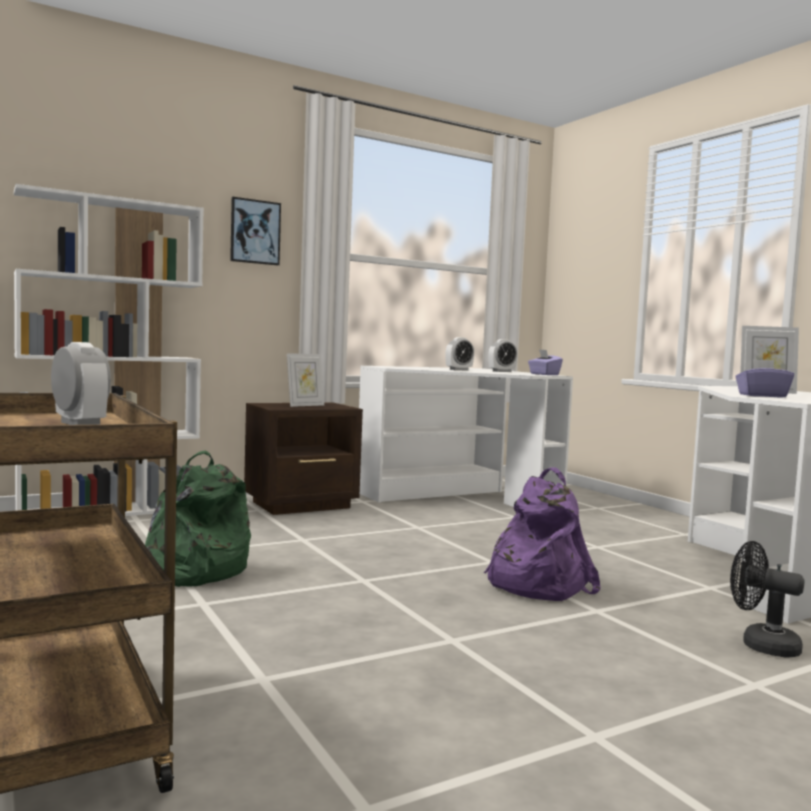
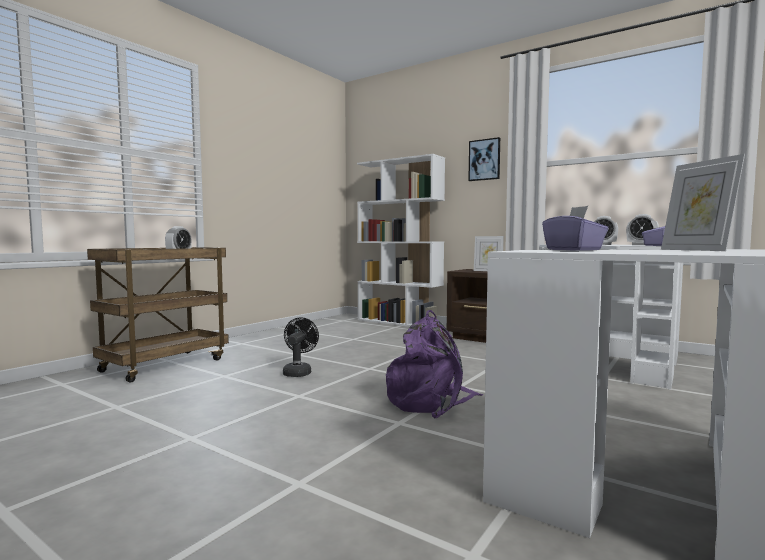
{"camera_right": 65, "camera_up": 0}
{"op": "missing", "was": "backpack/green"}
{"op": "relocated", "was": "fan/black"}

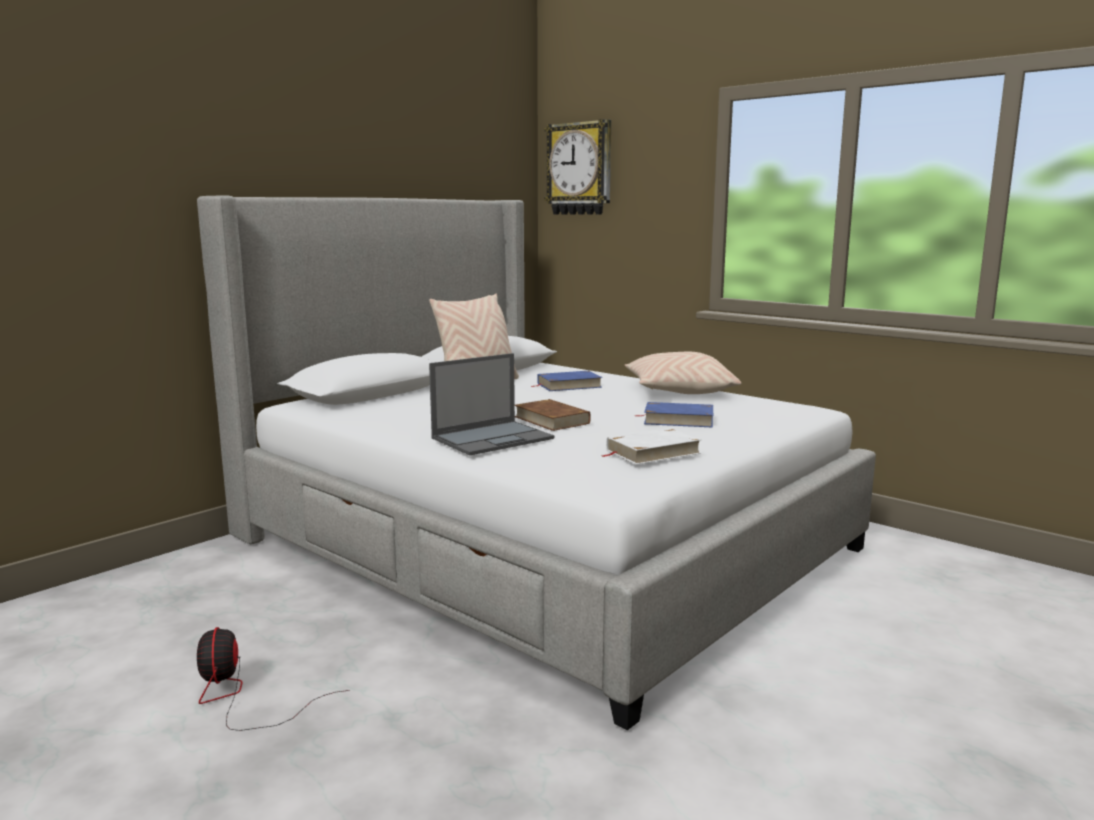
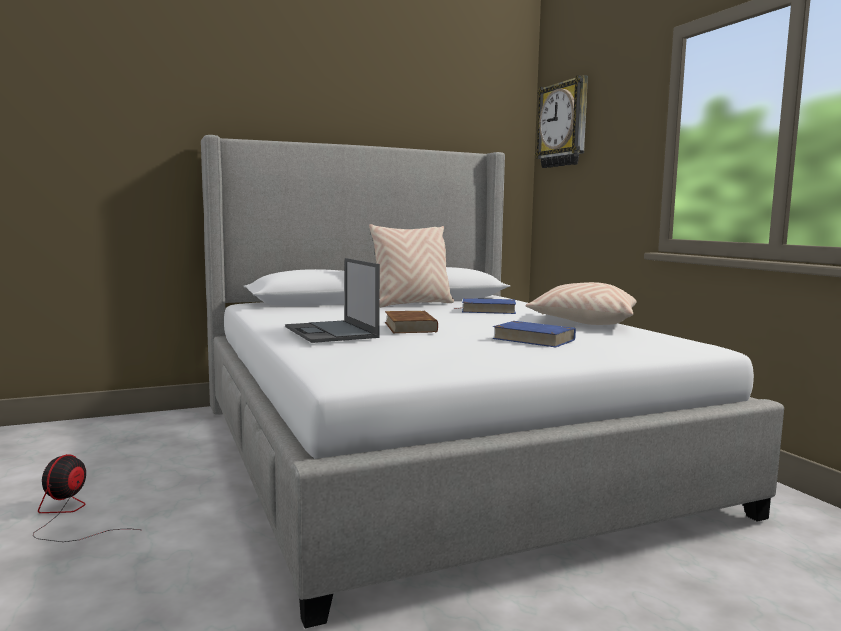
{"camera_right": 25, "camera_up": -5}
{"op": "spun", "was": "laptop", "clockwise": 75}
{"op": "missing", "was": "book/white"}

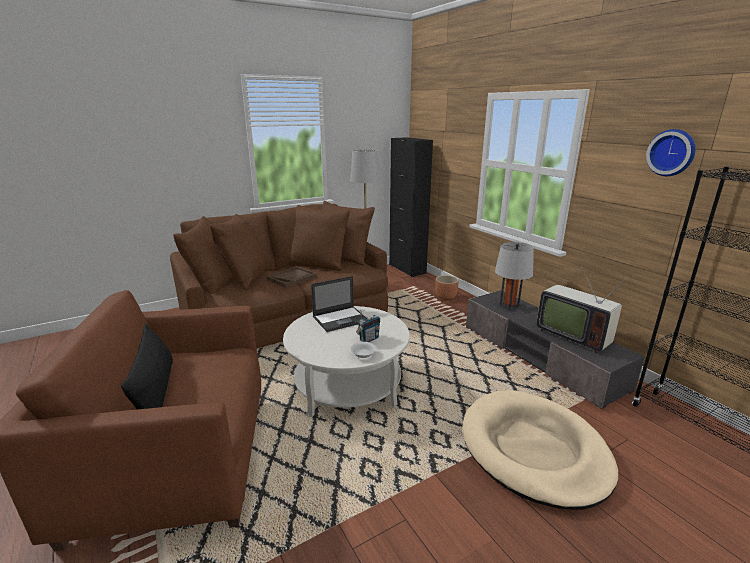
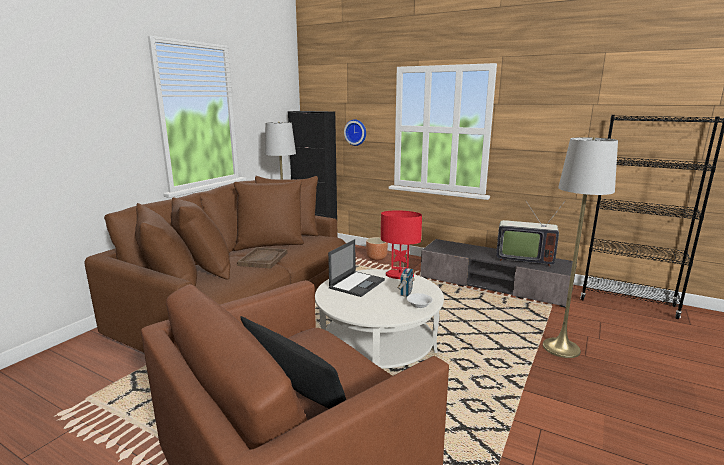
{"camera_right": -30, "camera_up": -5}
{"op": "exchanged", "was": "dog bed/beige", "now": "floor lamp/grey (no. 2 from left)"}
{"op": "missing", "was": "table lamp/grey"}
{"op": "relocated", "was": "wall clock"}
{"op": "appeared", "now": "table lamp/red"}

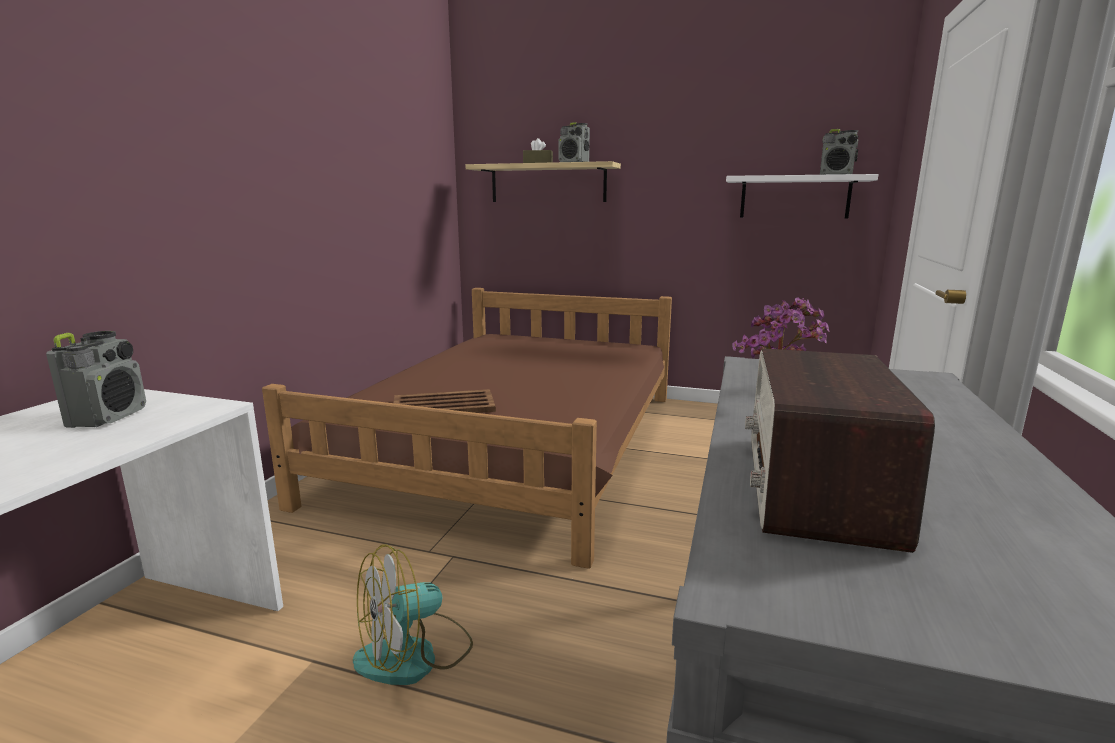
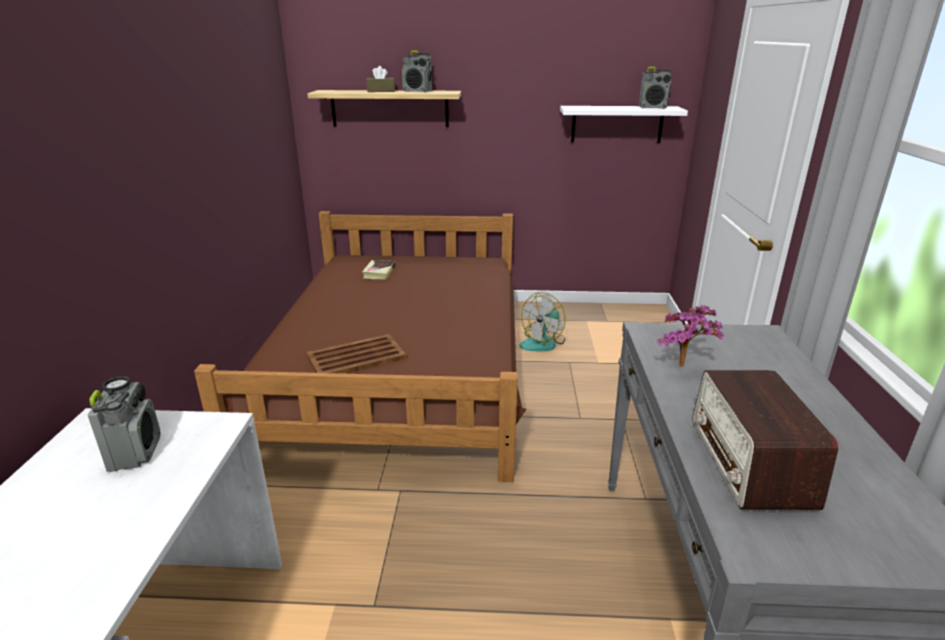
{"camera_right": -15, "camera_up": 10}
{"op": "relocated", "was": "fan"}
{"op": "appeared", "now": "book"}

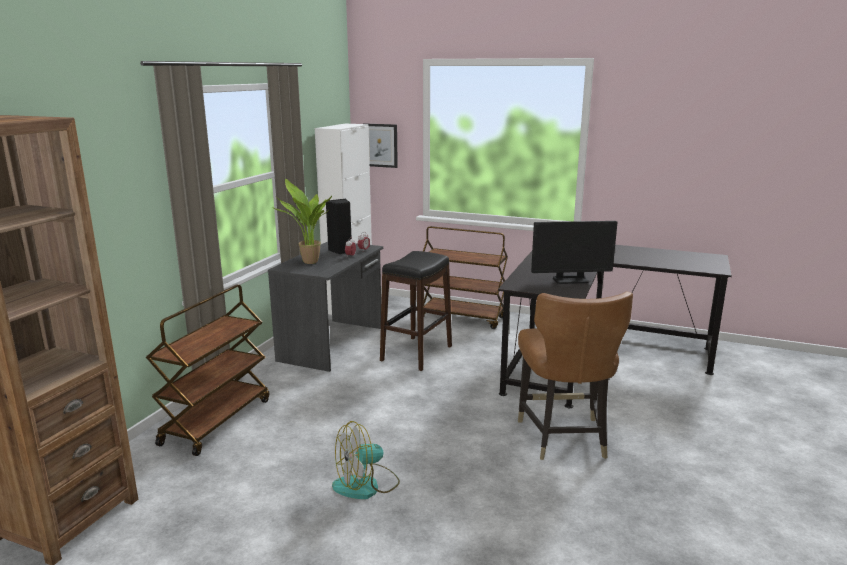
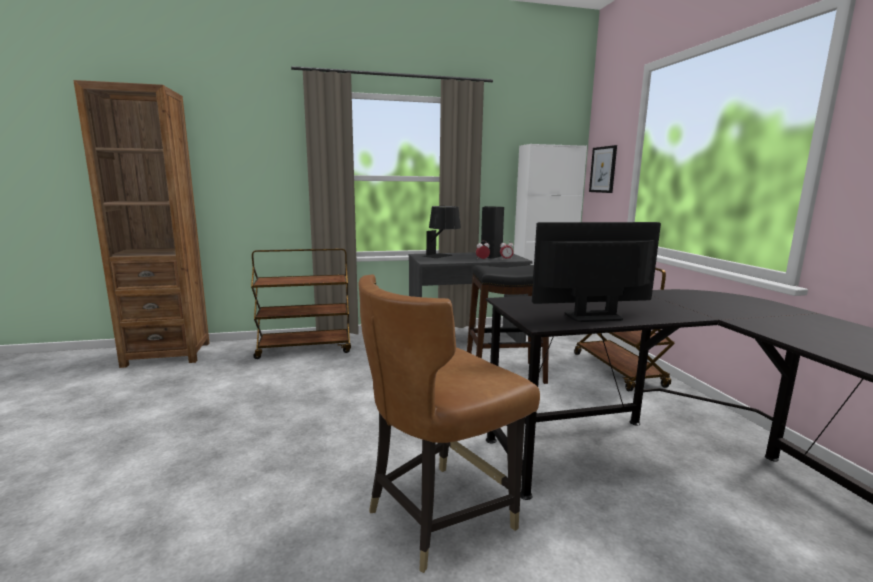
{"camera_right": 55, "camera_up": -5}
{"op": "exchanged", "was": "potted plant", "now": "table lamp/black"}
{"op": "missing", "was": "fan"}
{"op": "spun", "was": "monitor", "clockwise": 120}

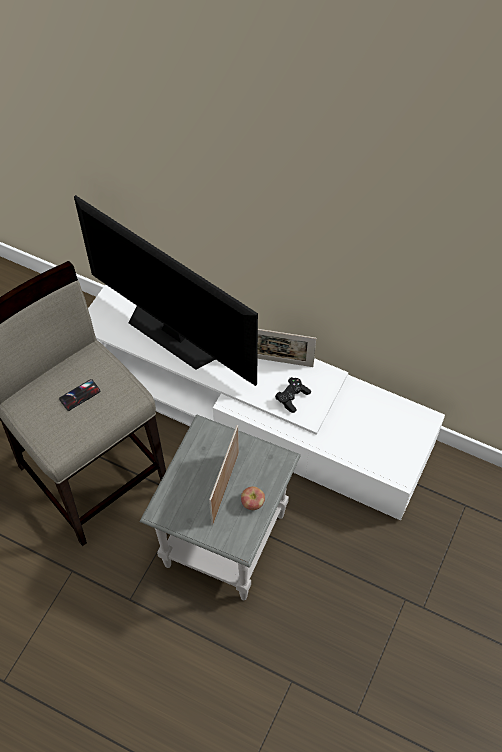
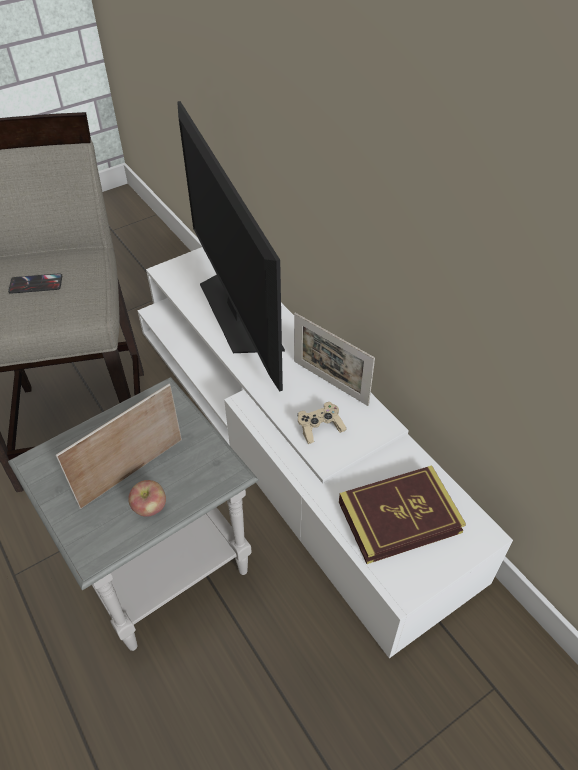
{"camera_right": 30, "camera_up": -10}
{"op": "colour", "was": "game controller/black", "now": "game controller/beige"}
{"op": "appeared", "now": "book"}

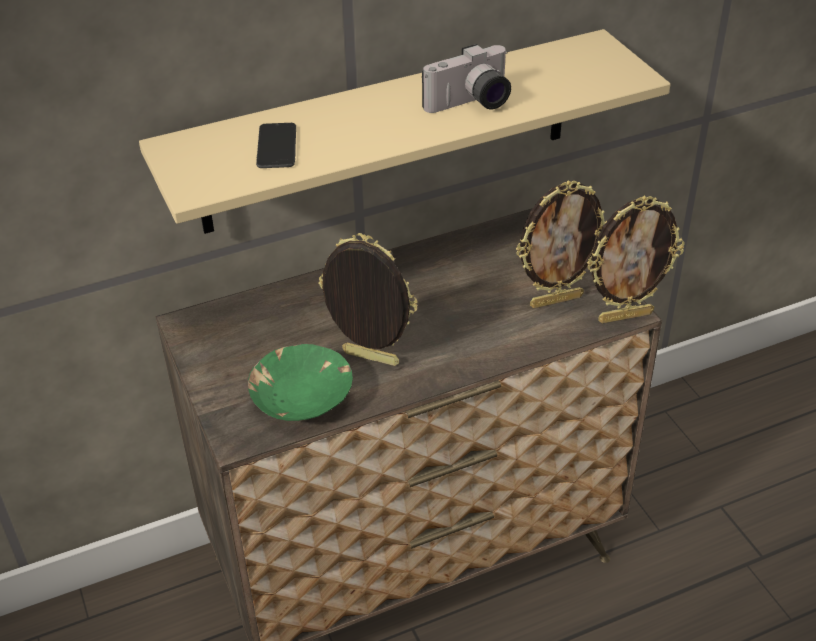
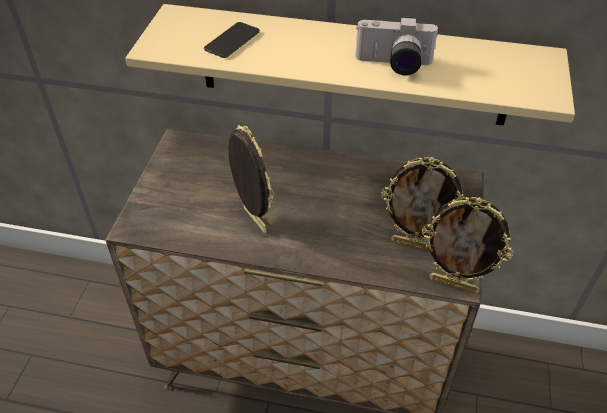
{"camera_right": 35, "camera_up": 5}
{"op": "missing", "was": "bowl/green"}

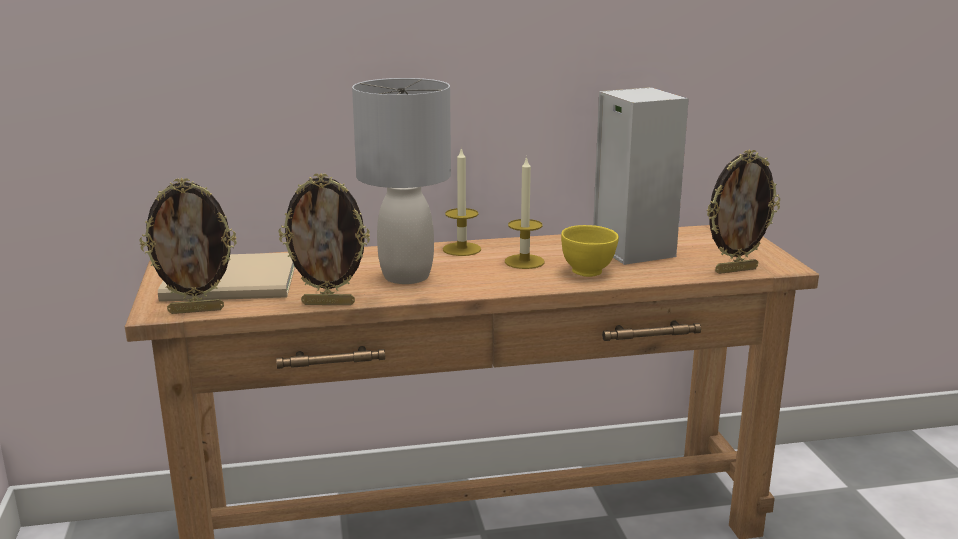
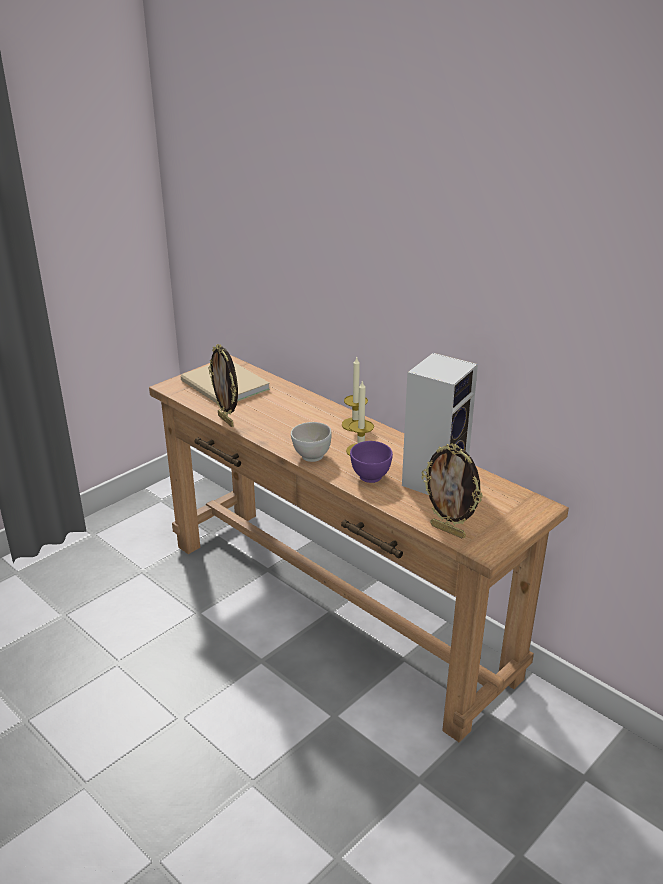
{"camera_right": 55, "camera_up": 10}
{"op": "missing", "was": "picture frame (no. 1 from left)"}
{"op": "missing", "was": "table lamp/grey"}
{"op": "colour", "was": "bowl/yellow", "now": "bowl/purple"}
{"op": "appeared", "now": "bowl/white"}

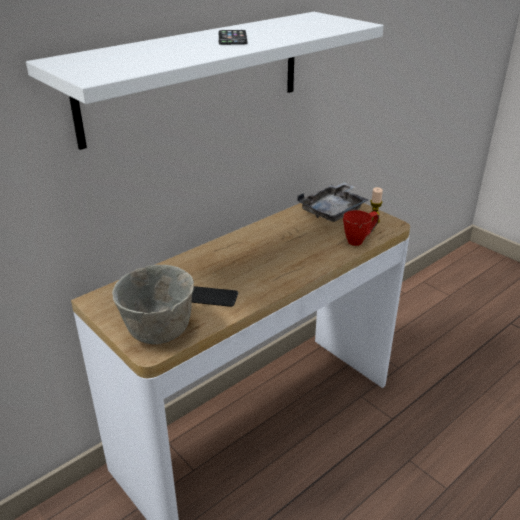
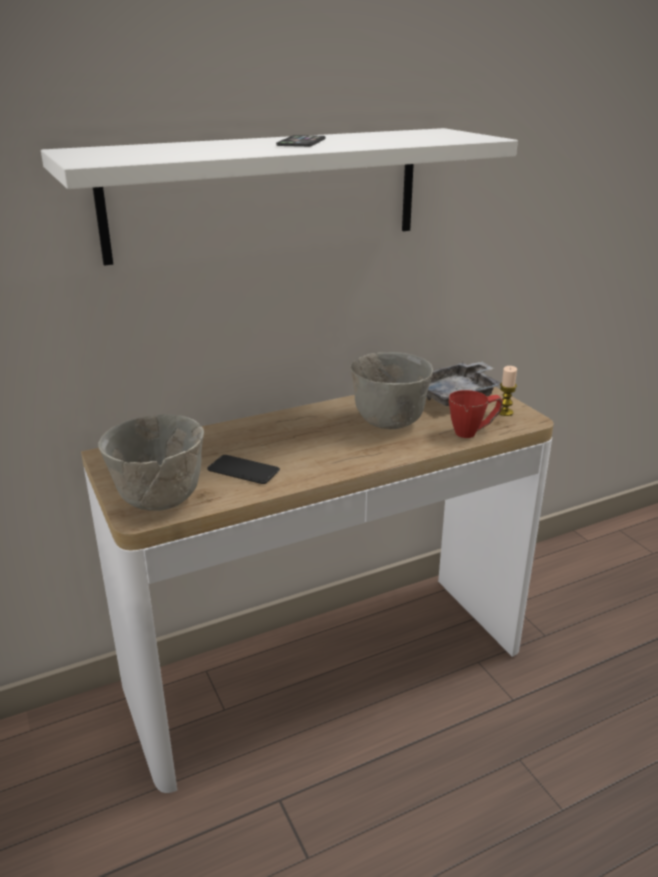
{"camera_right": 15, "camera_up": -5}
{"op": "appeared", "now": "bowl/grey (no. 2 from left)"}

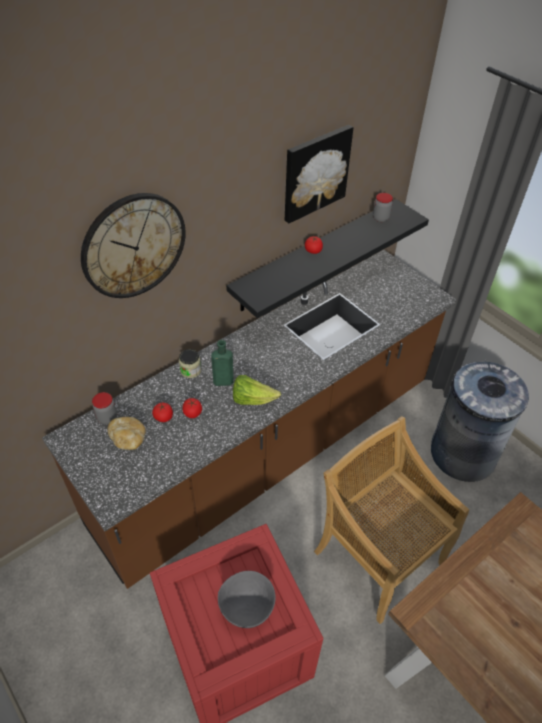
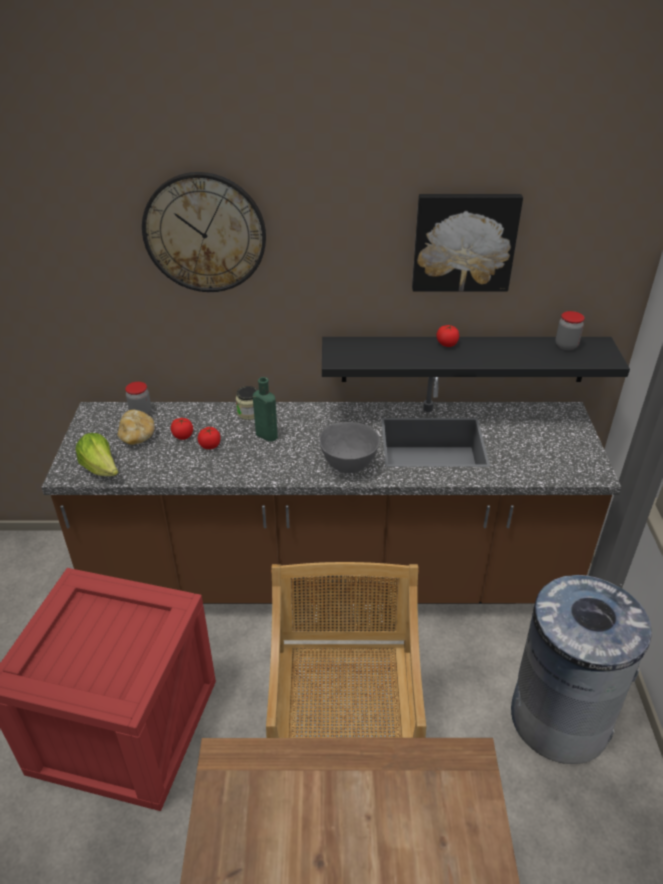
{"camera_right": 40, "camera_up": -10}
{"op": "relocated", "was": "bowl/grey"}
{"op": "relocated", "was": "lettuce"}

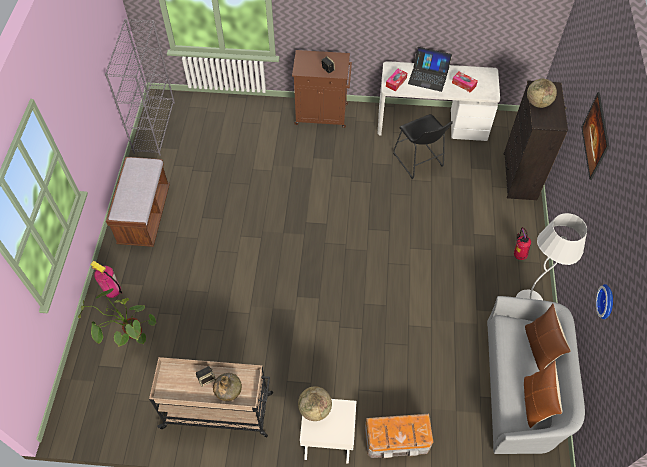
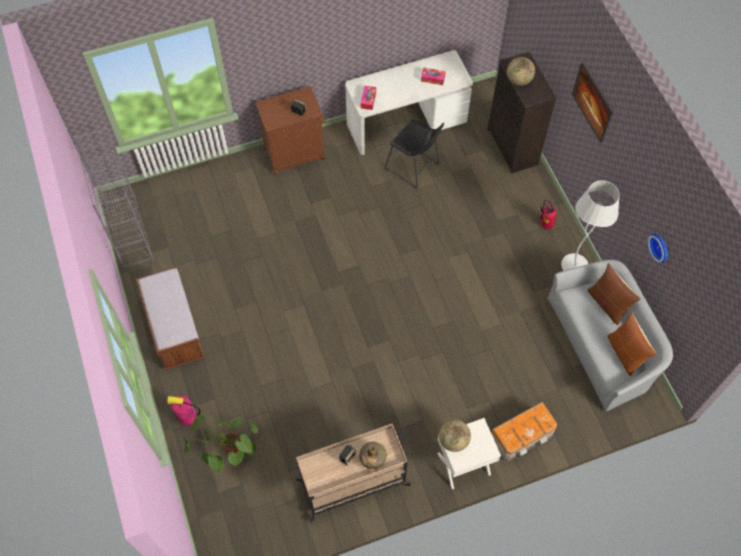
{"camera_right": -25, "camera_up": 5}
{"op": "missing", "was": "laptop"}

